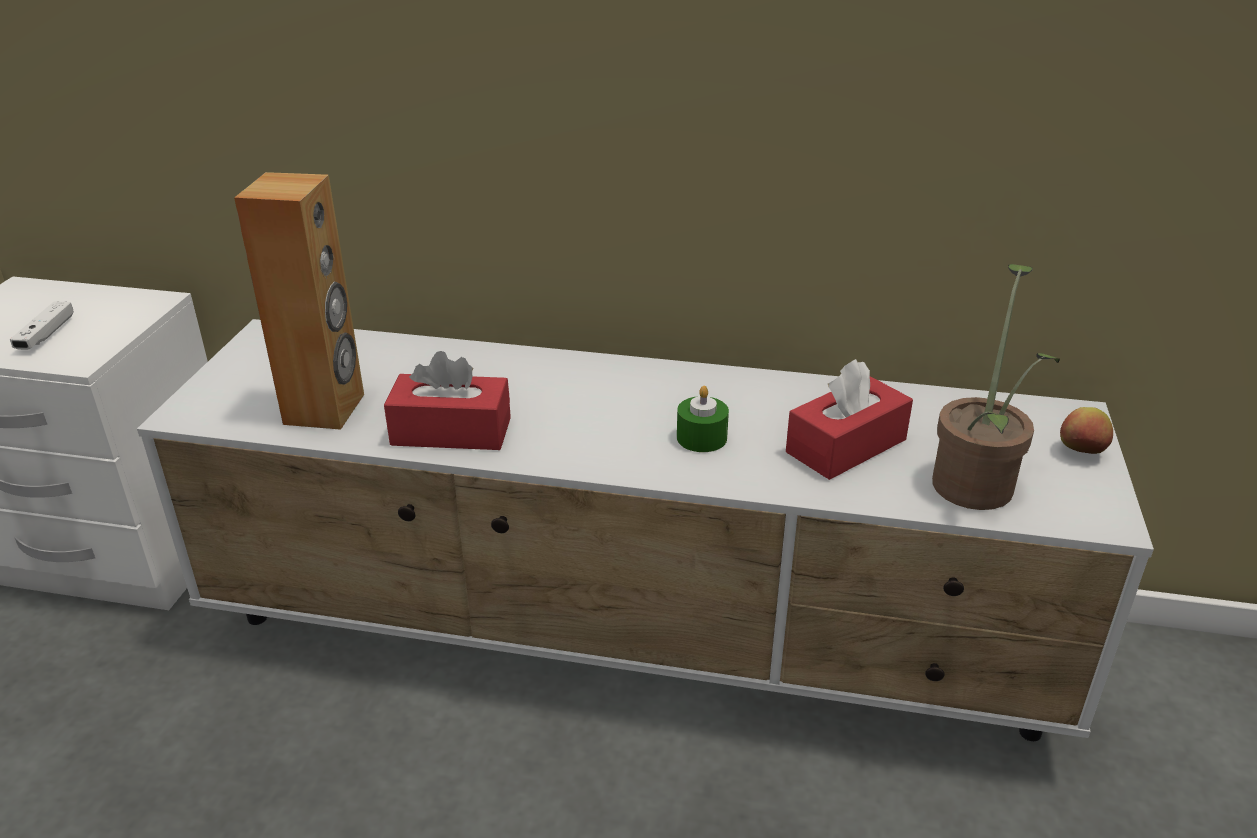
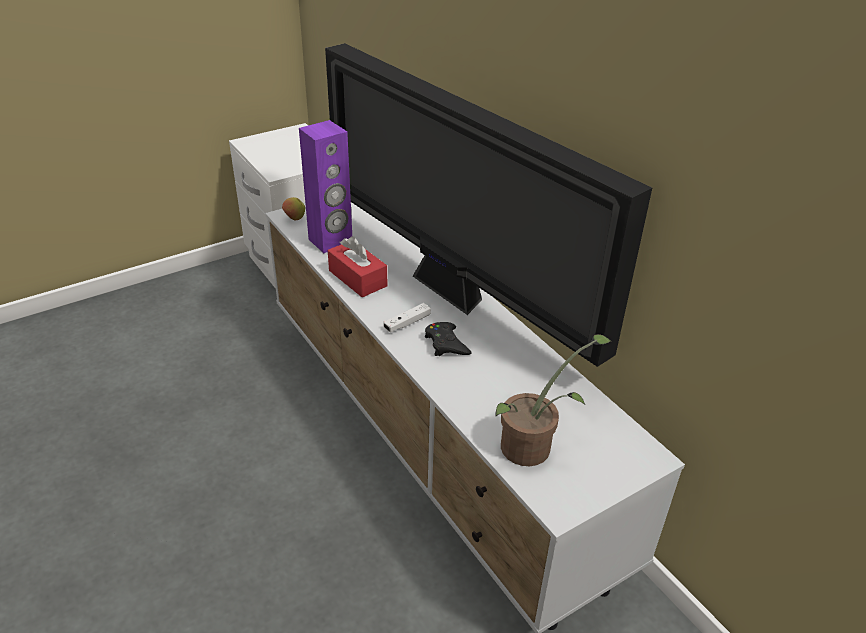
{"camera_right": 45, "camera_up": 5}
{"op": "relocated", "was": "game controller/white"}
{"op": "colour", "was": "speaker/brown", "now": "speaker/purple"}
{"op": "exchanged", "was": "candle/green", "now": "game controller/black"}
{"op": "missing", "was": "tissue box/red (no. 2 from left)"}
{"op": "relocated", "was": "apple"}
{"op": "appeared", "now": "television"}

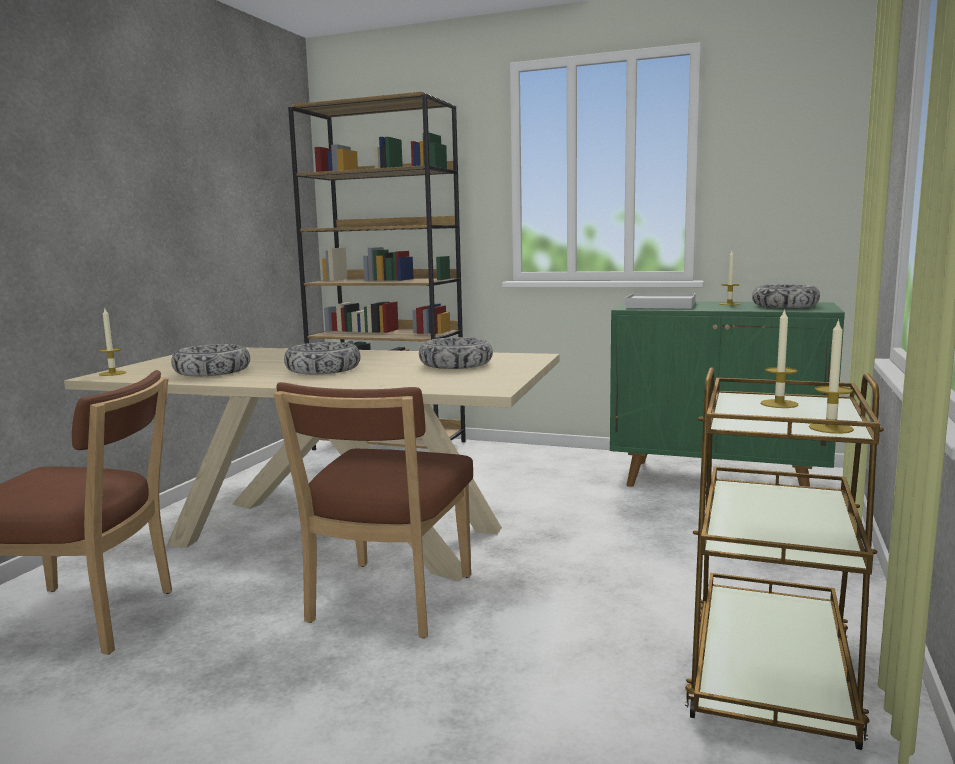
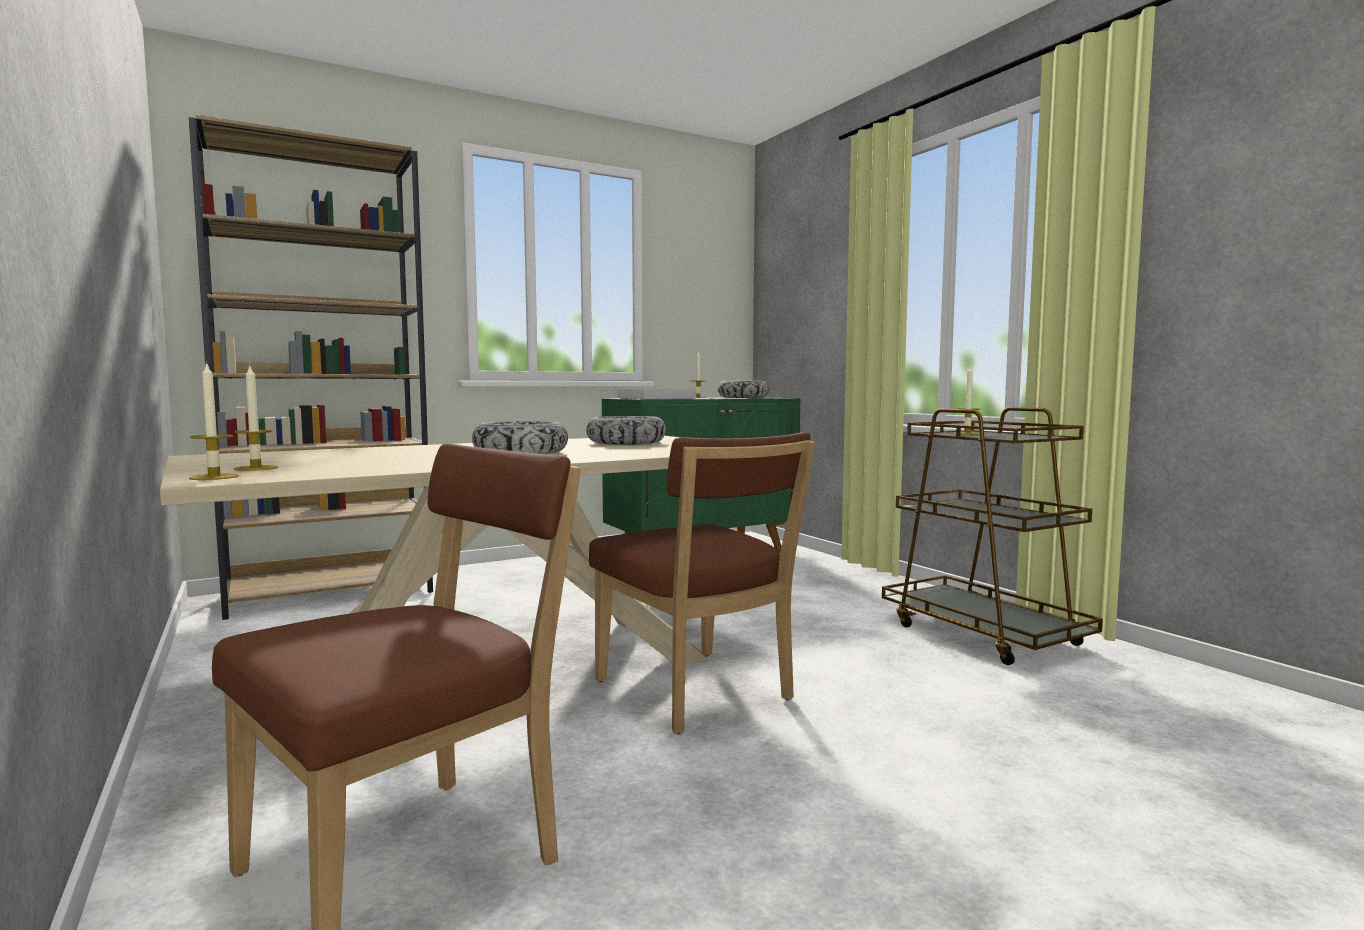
{"camera_right": -50, "camera_up": -5}
{"op": "missing", "was": "bowl (no. 1 from left)"}
{"op": "relocated", "was": "candle (no. 4 from left in the first image)", "now": "candle (no. 2 from left)"}

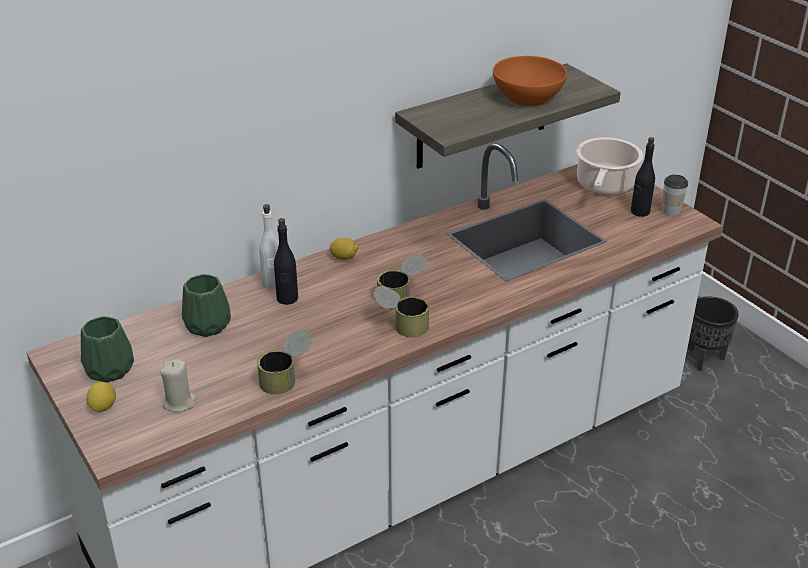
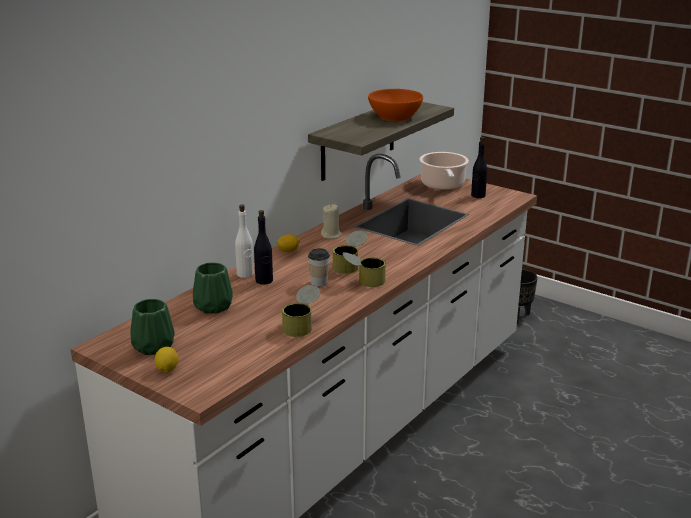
{"camera_right": -20, "camera_up": -10}
{"op": "relocated", "was": "candle/beige"}
{"op": "relocated", "was": "cup"}

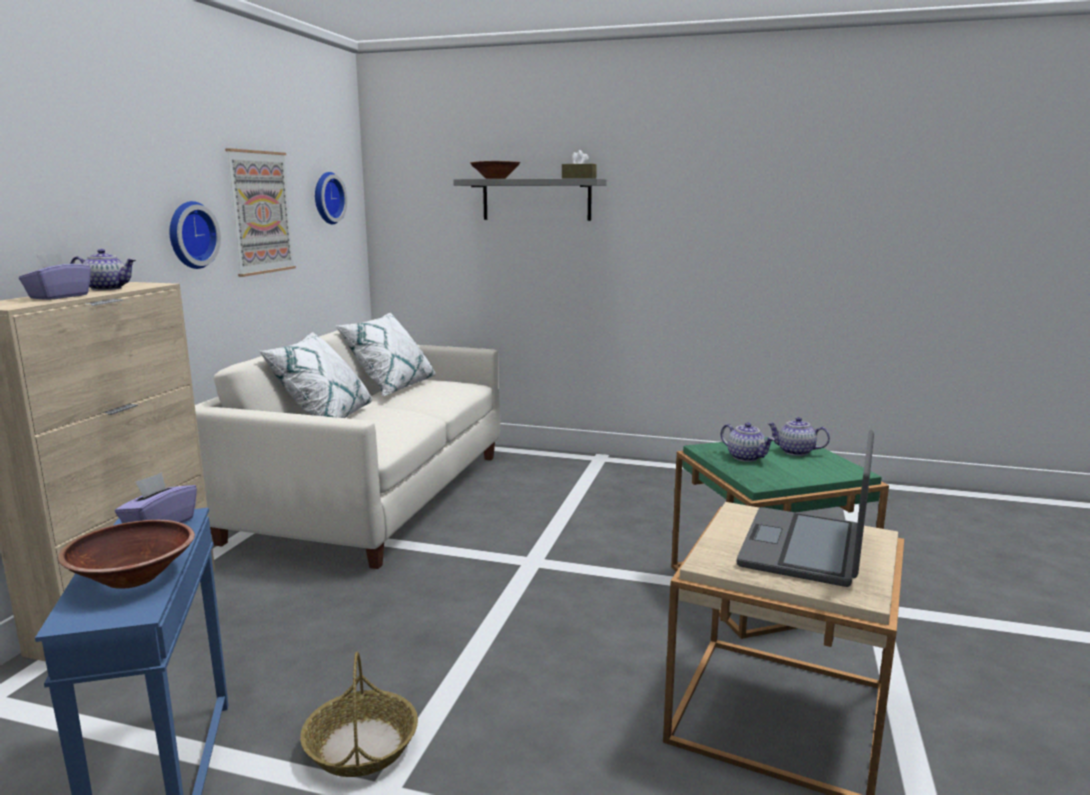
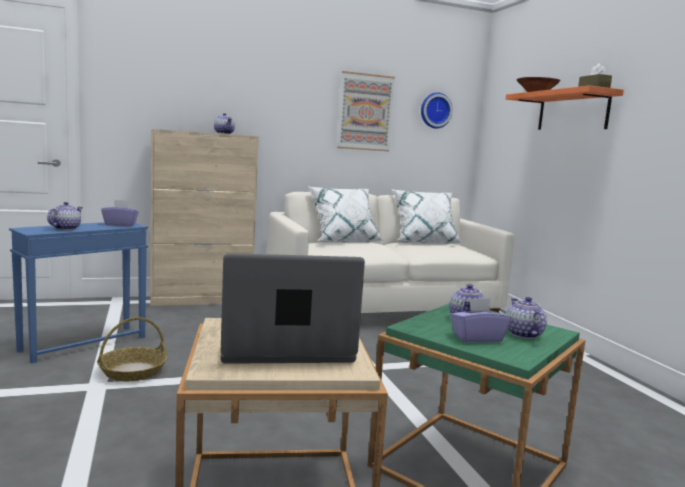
{"camera_right": 55, "camera_up": -5}
{"op": "relocated", "was": "tissue box/purple (no. 1 from left in the first image)", "now": "tissue box/purple (no. 2 from left)"}
{"op": "exchanged", "was": "bowl/brown (no. 1 from left)", "now": "teapot (no. 1 from left)"}
{"op": "missing", "was": "wall clock (no. 1 from left)"}
{"op": "colour", "was": "shelf/grey", "now": "shelf/orange"}

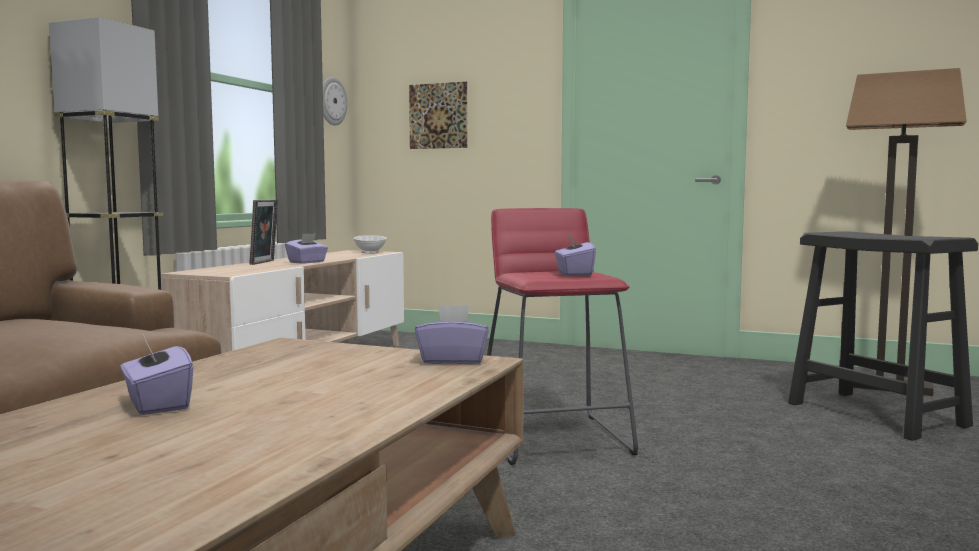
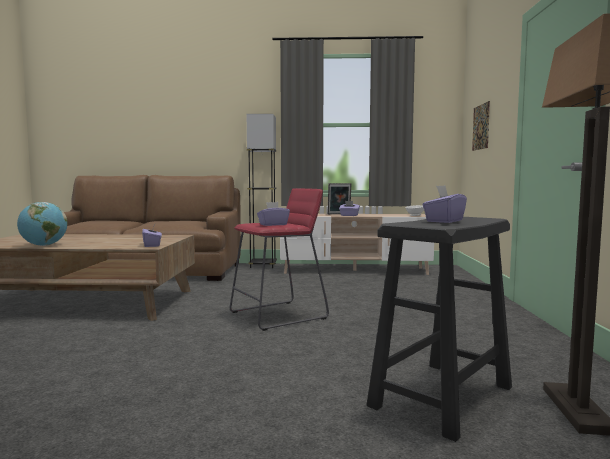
{"camera_right": 70, "camera_up": 0}
{"op": "relocated", "was": "tissue box/purple (no. 1 from left in the first image)", "now": "tissue box/purple (no. 4 from left)"}
{"op": "missing", "was": "wall clock"}
{"op": "appeared", "now": "globe"}

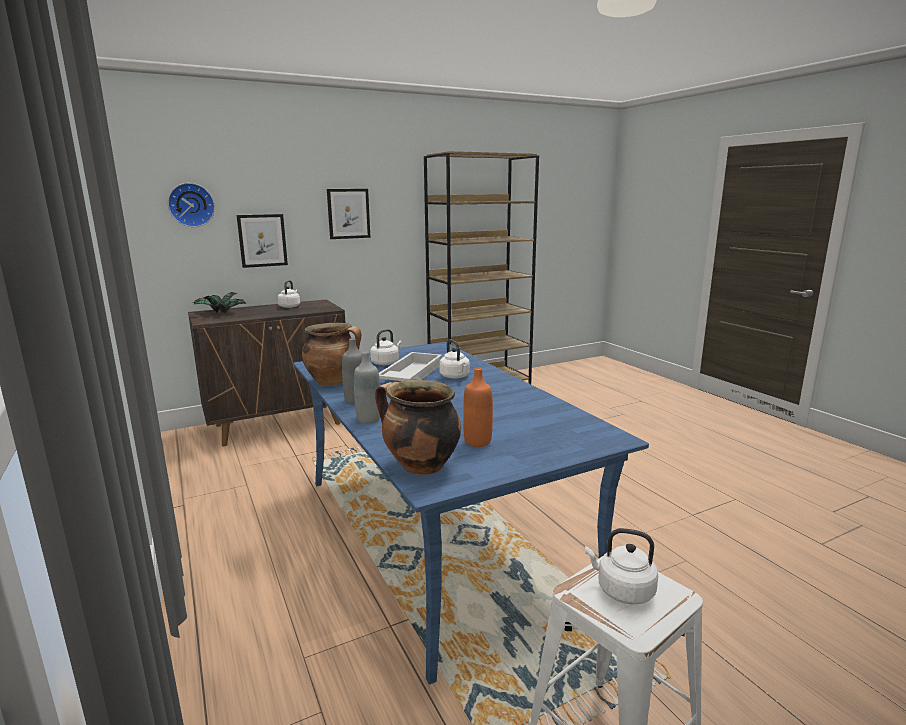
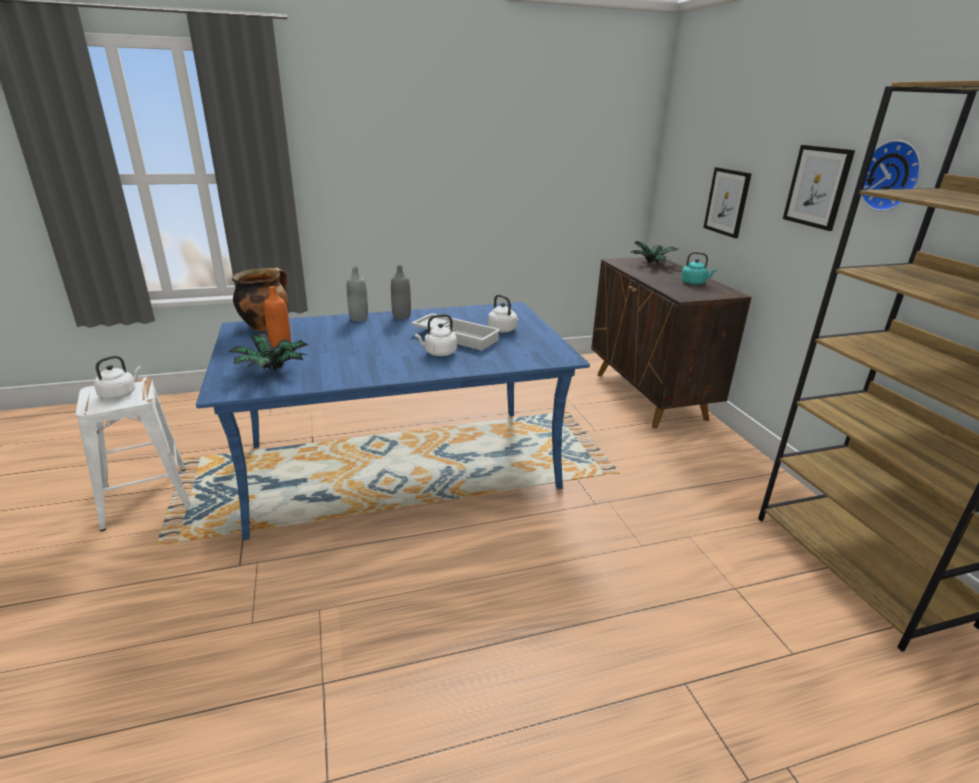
{"camera_right": 100, "camera_up": 10}
{"op": "relocated", "was": "wall clock"}
{"op": "colour", "was": "kettle/white (no. 1 from left)", "now": "kettle/turquoise"}
{"op": "missing", "was": "cooking pot (no. 1 from left)"}
{"op": "appeared", "now": "potted plant (no. 1 from left)"}

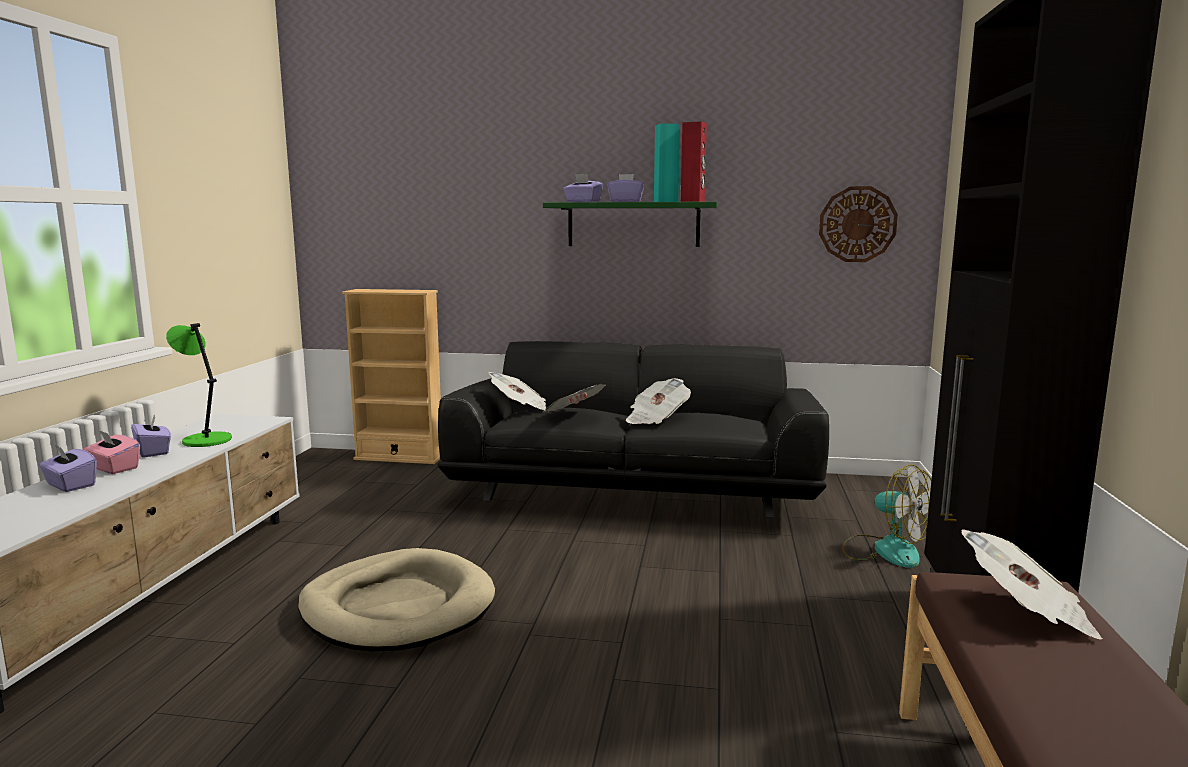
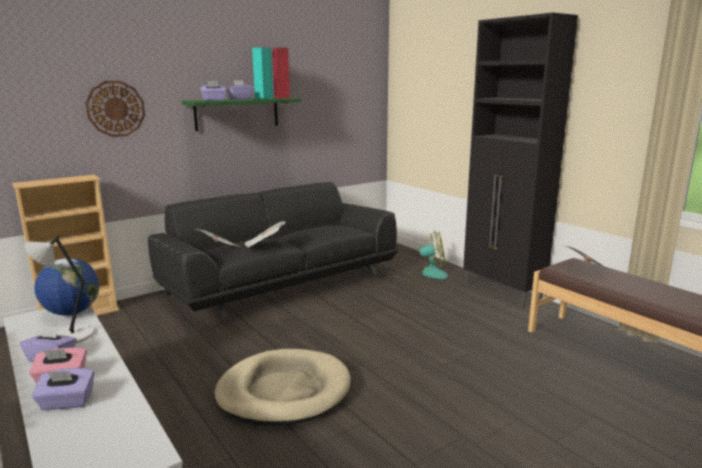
{"camera_right": -45, "camera_up": 5}
{"op": "colour", "was": "table lamp/green", "now": "table lamp/grey"}
{"op": "missing", "was": "newspaper (no. 3 from left)"}
{"op": "relocated", "was": "wall clock"}
{"op": "appeared", "now": "globe"}

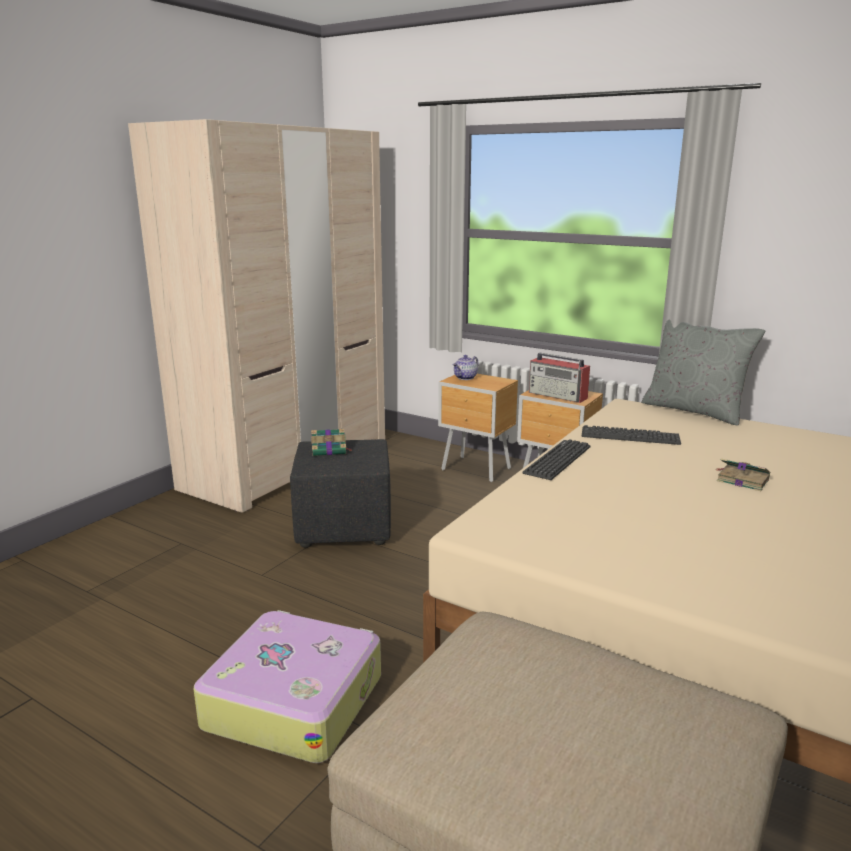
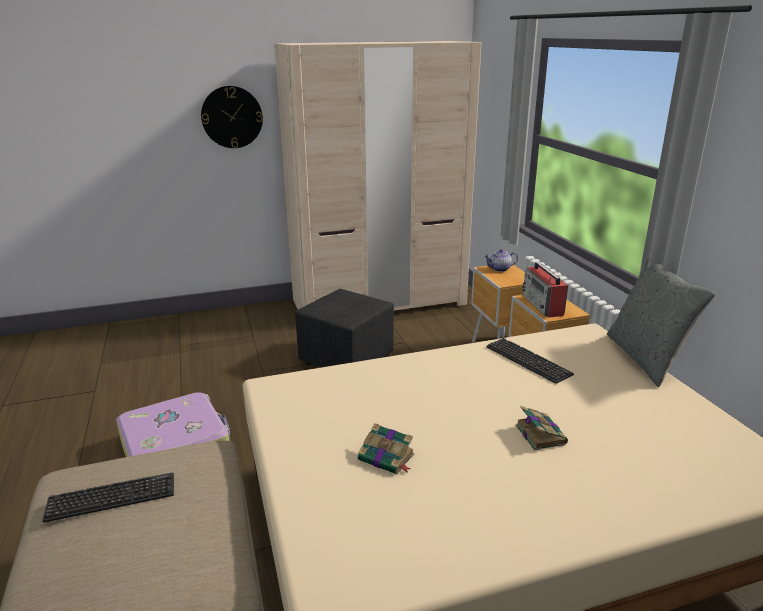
{"camera_right": 40, "camera_up": 5}
{"op": "relocated", "was": "book (no. 1 from left)"}
{"op": "relocated", "was": "keyboard (no. 1 from left)"}
{"op": "appeared", "now": "wall clock"}

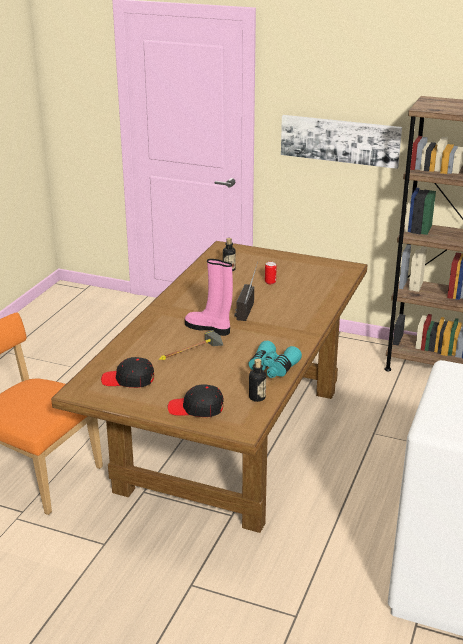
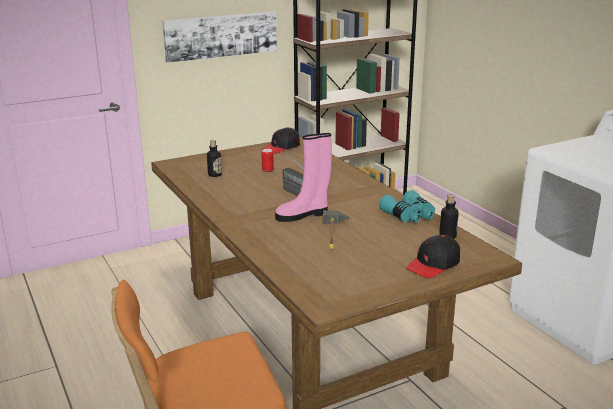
{"camera_right": -50, "camera_up": -5}
{"op": "relocated", "was": "cap/black (no. 1 from left)"}

